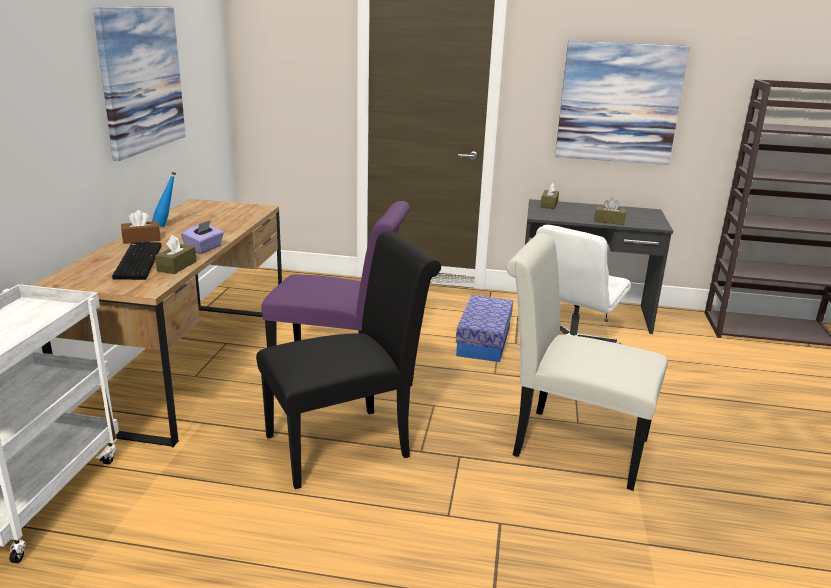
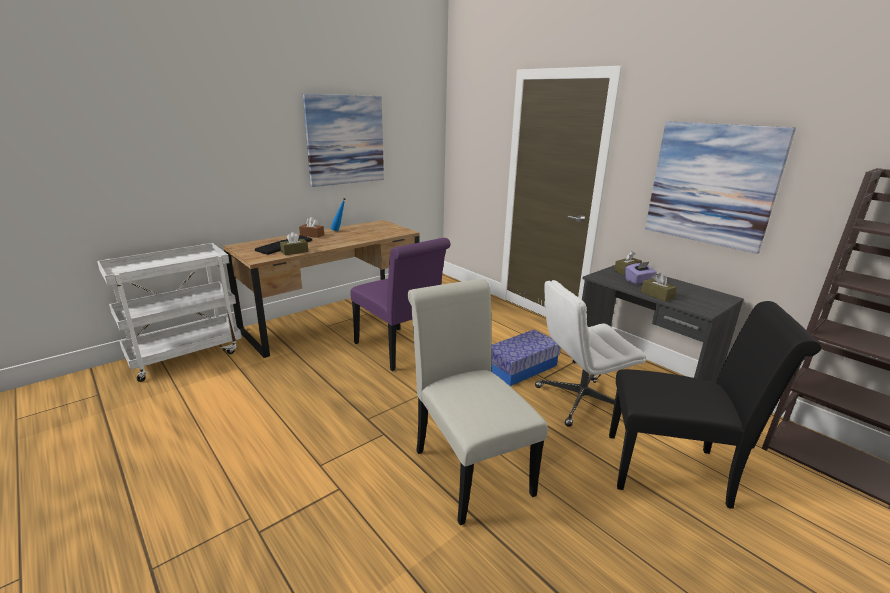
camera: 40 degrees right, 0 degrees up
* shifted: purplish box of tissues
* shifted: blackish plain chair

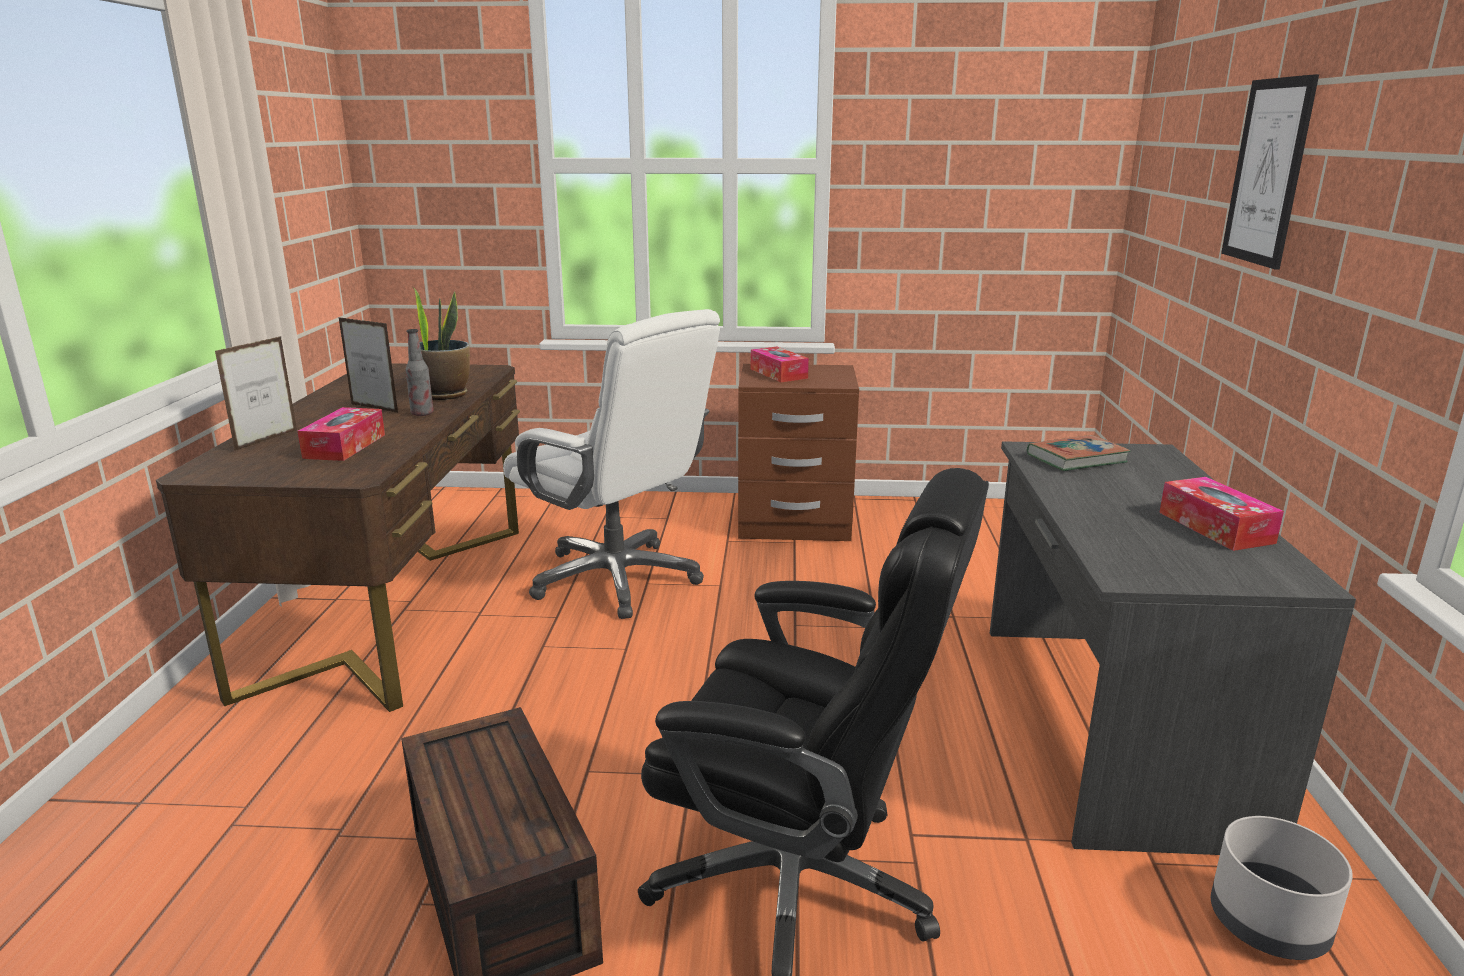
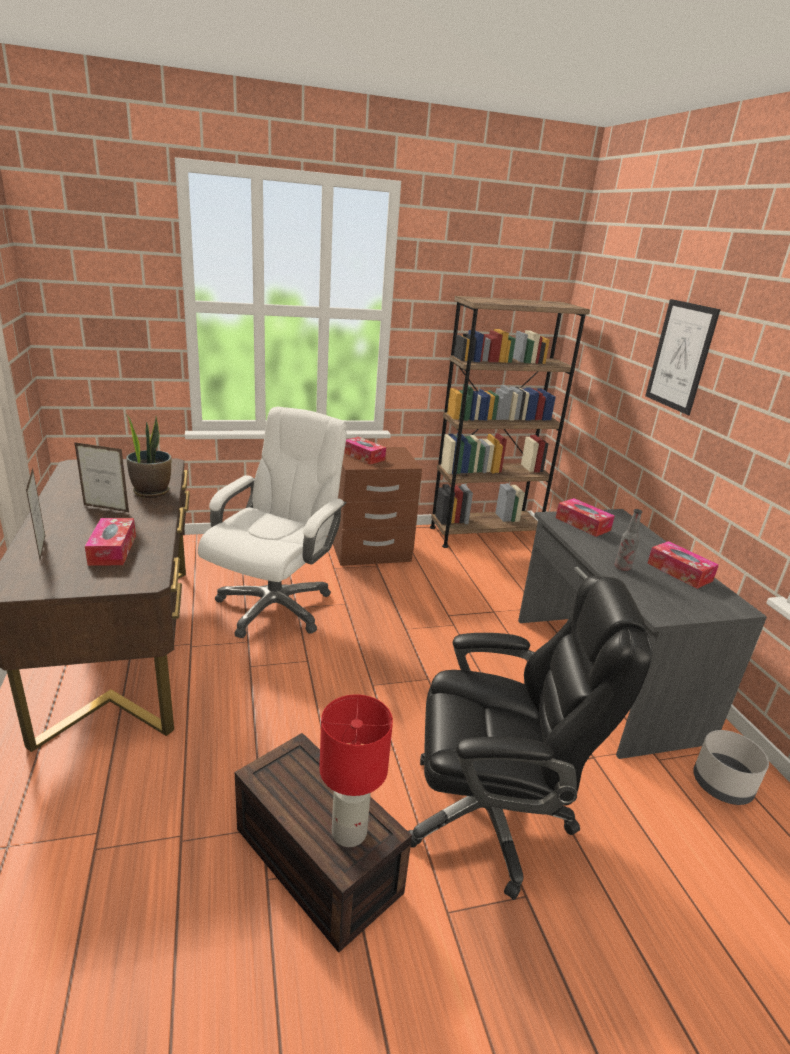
camera: 20 degrees left, 5 degrees up
* new: reddish table lamp
* new: brown bookshelf
* shifted: bottle
* swapped: volume to box of tissues (no. 3 from left)
* rotated: standing frame (no. 1 from left) 150 degrees clockwise
* rotated: white desk chair 90 degrees counterclockwise

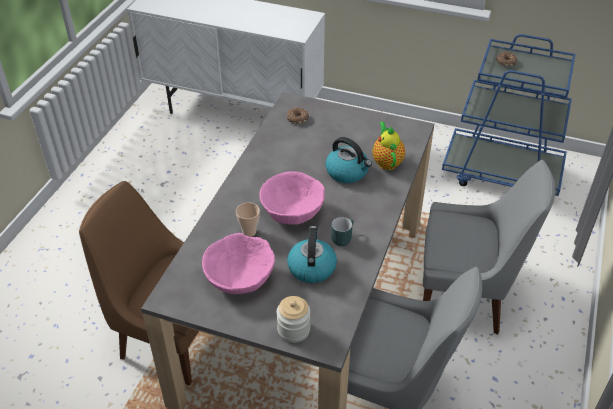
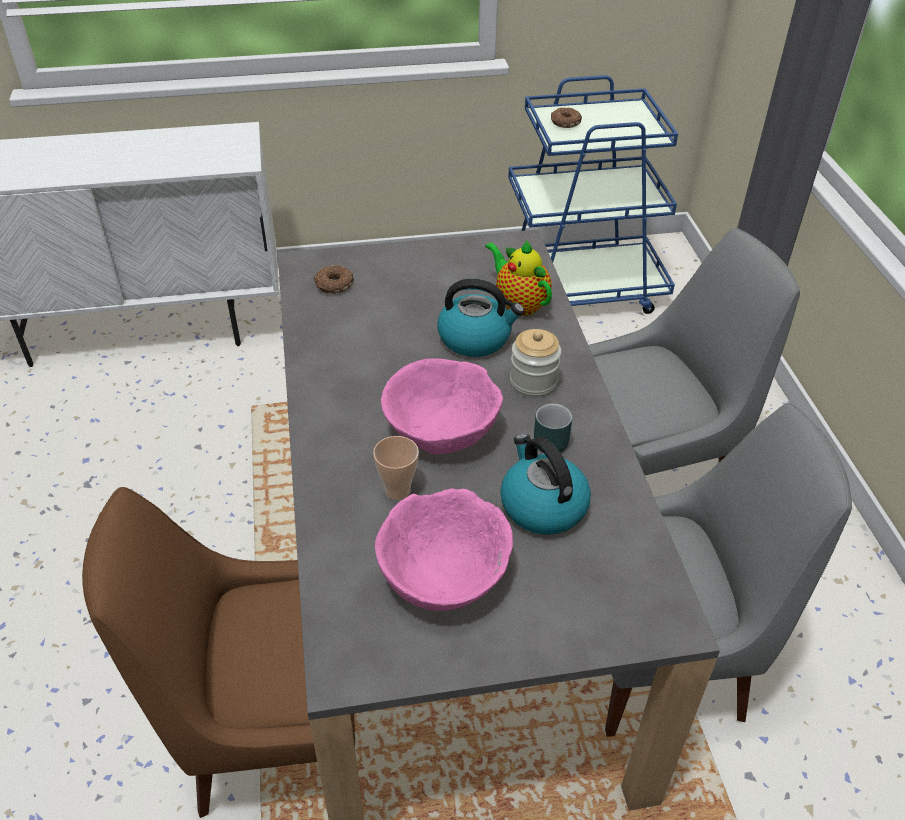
camera: 30 degrees left, 0 degrees up
* shifted: storage jar

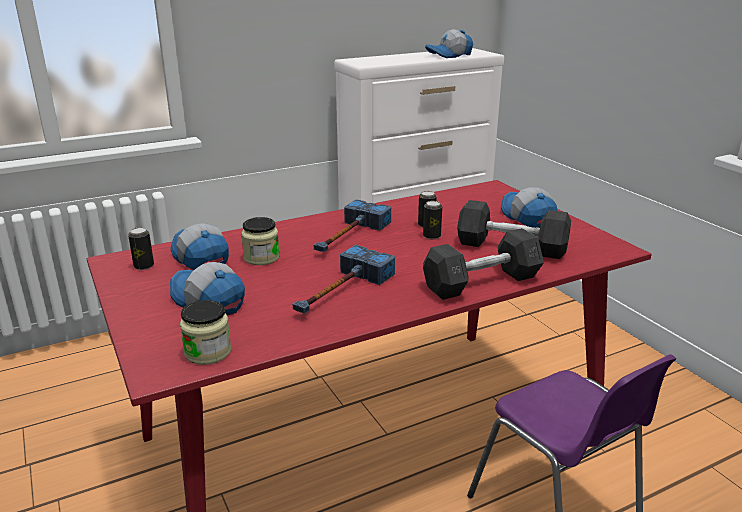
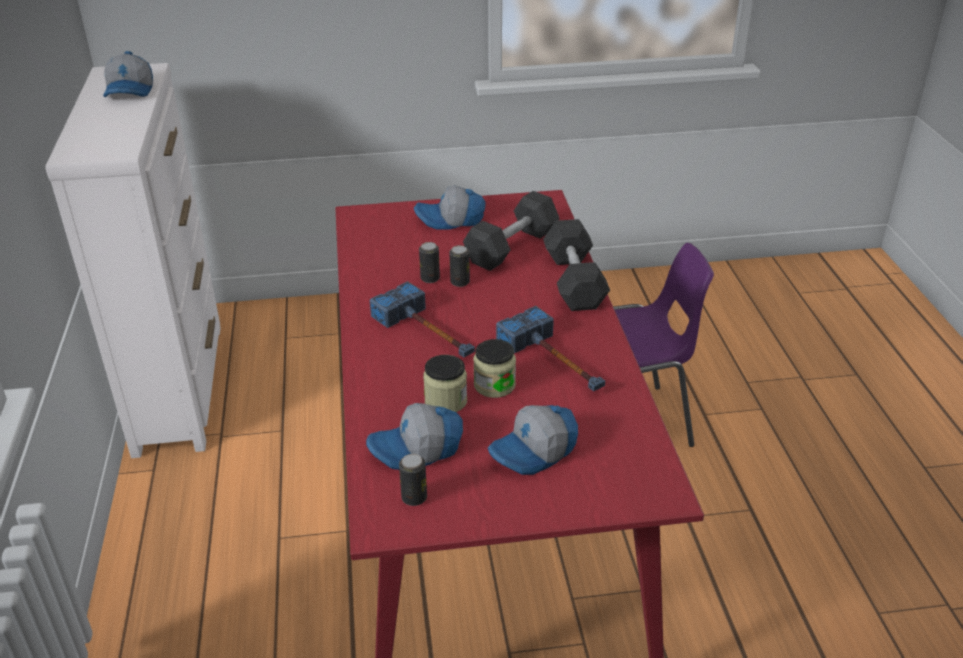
camera: 70 degrees left, 10 degrees up
* shifted: storage jar (no. 1 from left in the first image) to storage jar (no. 2 from left)

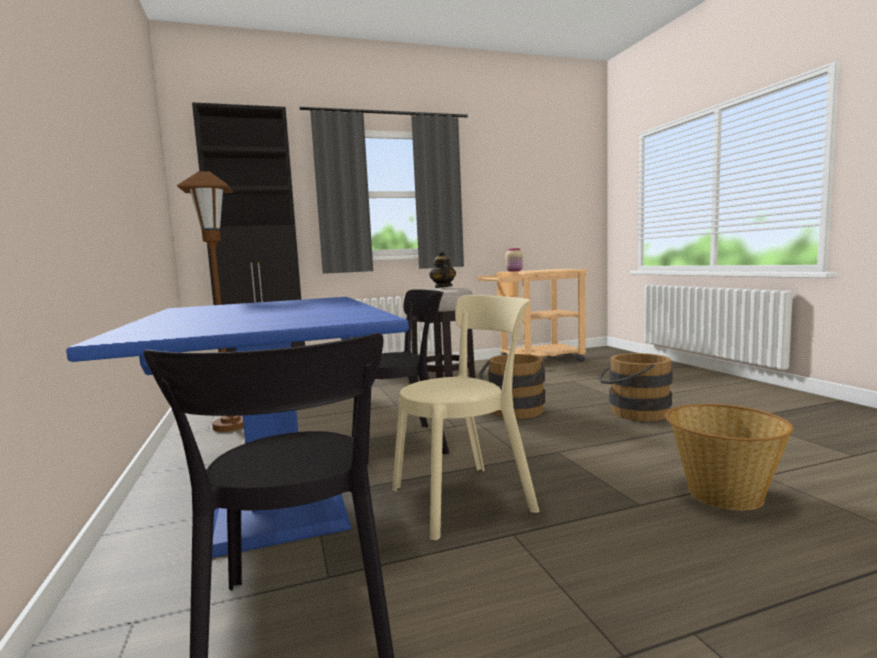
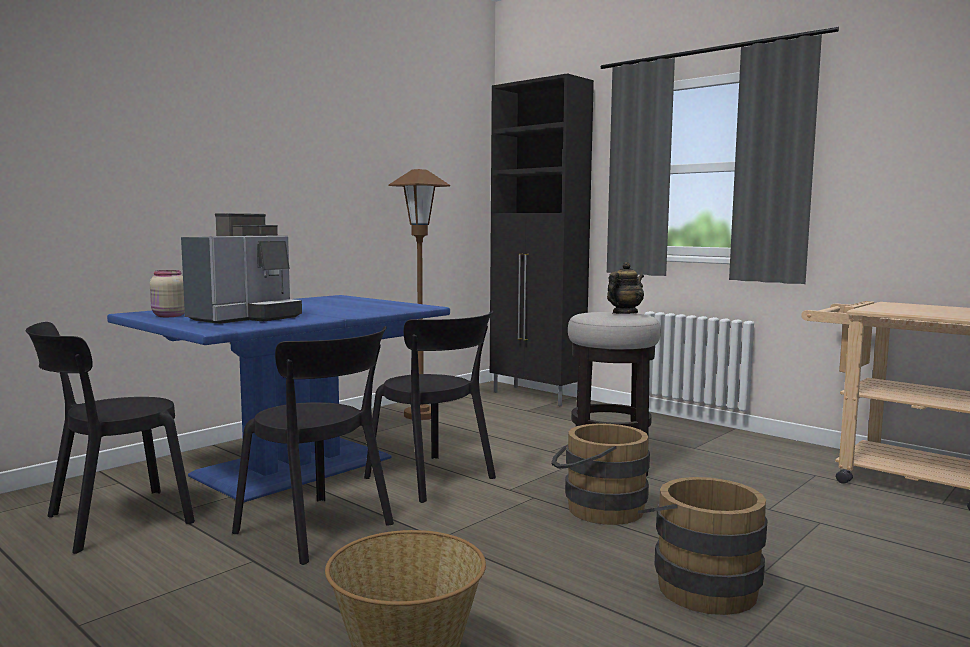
camera: 60 degrees right, 0 degrees up
* new: coffee machine
* shifted: sand-coloured storage jar
* repainted: sand-coloured plain chair to blackish plain chair (no. 2 from left)

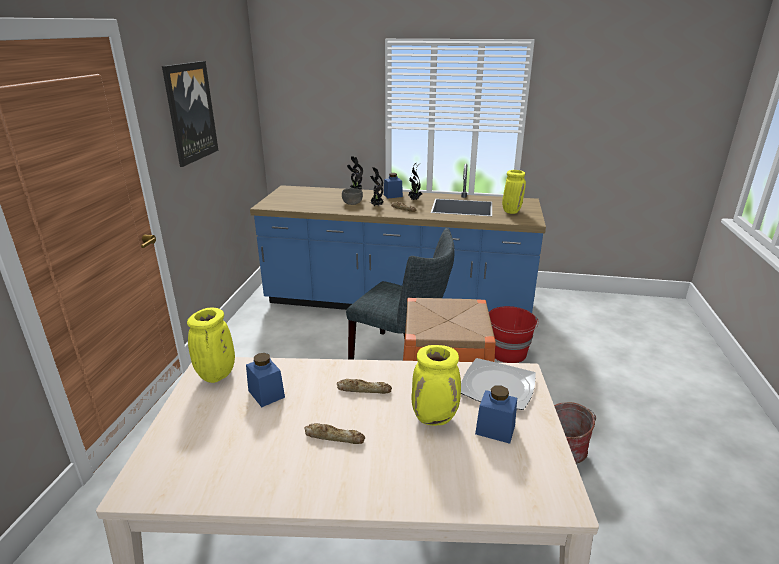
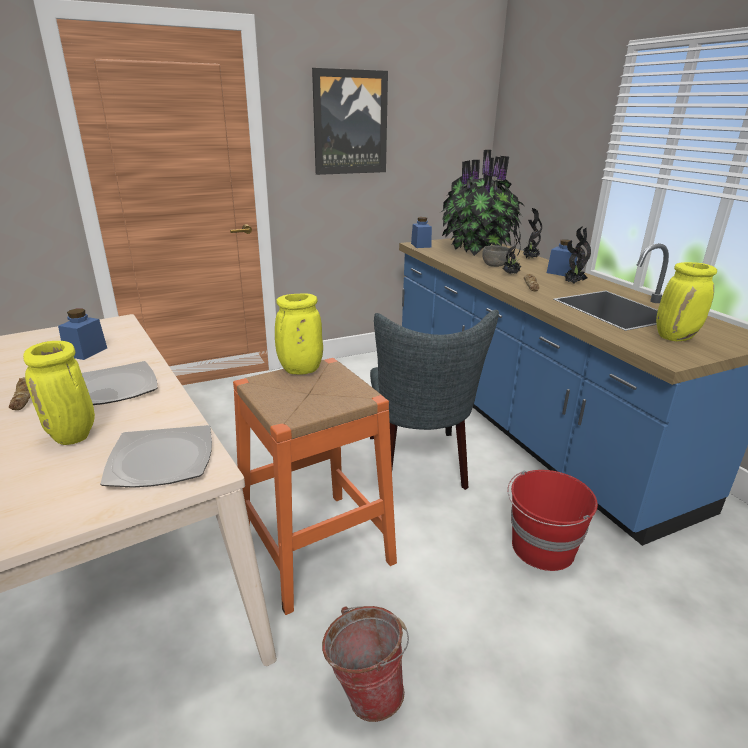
camera: 55 degrees right, 0 degrees up
* new: potted plant (no. 1 from left)
* shifted: yellowish vase (no. 1 from left in the first image) to yellowish vase (no. 2 from left)
* shifted: bluish storage jar (no. 3 from left in the first image) to bluish storage jar (no. 2 from left)
* swapped: bakery bread (no. 2 from left) to flat dish (no. 1 from left)

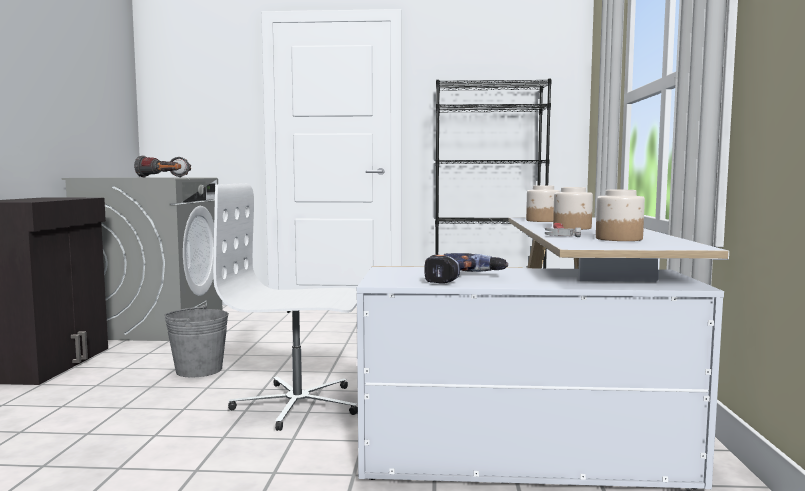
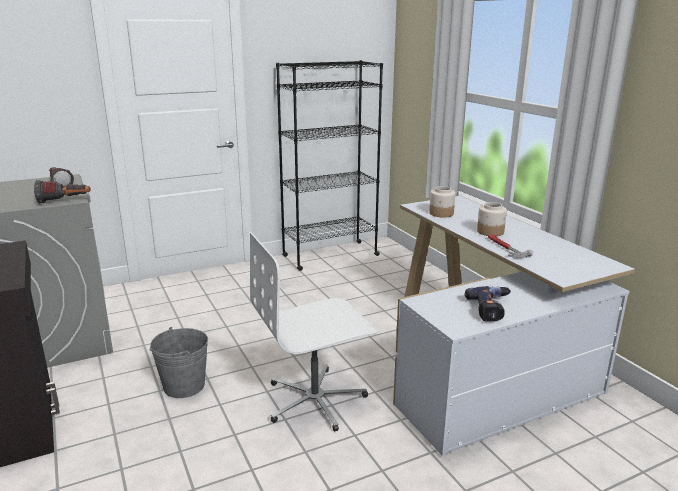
camera: 30 degrees left, 15 degrees up
* gone: storage jar (no. 3 from left)

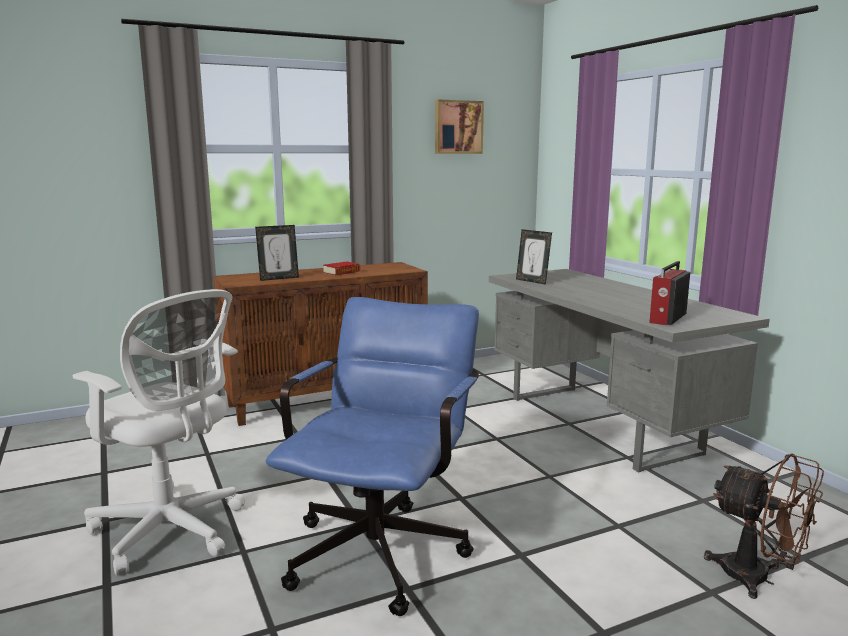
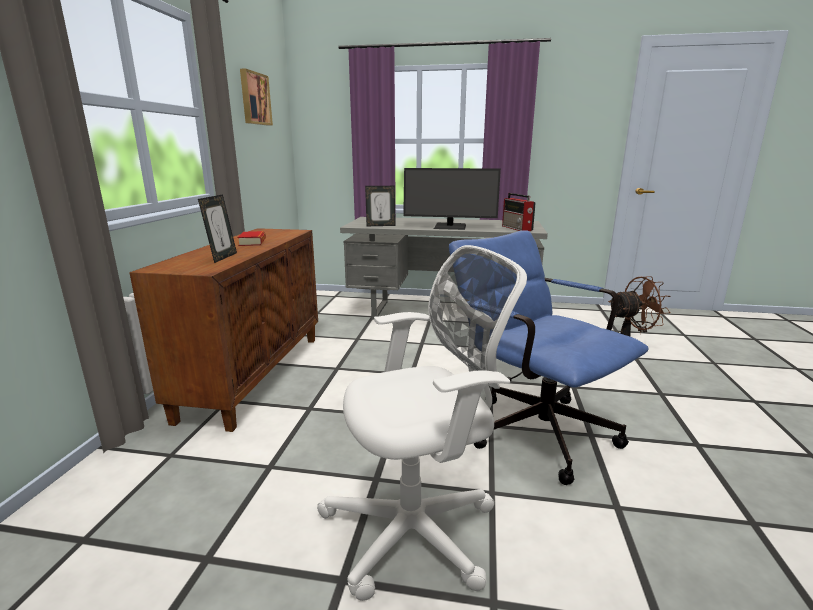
camera: 55 degrees left, 5 degrees up
* new: computer screen

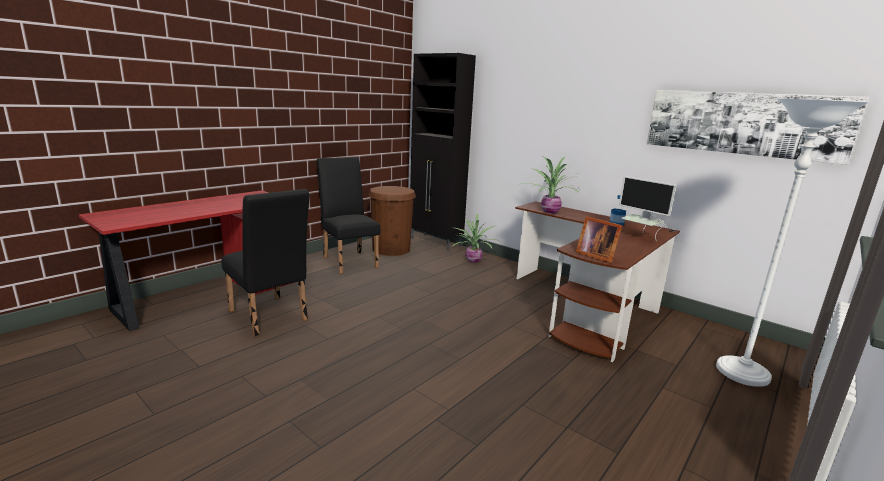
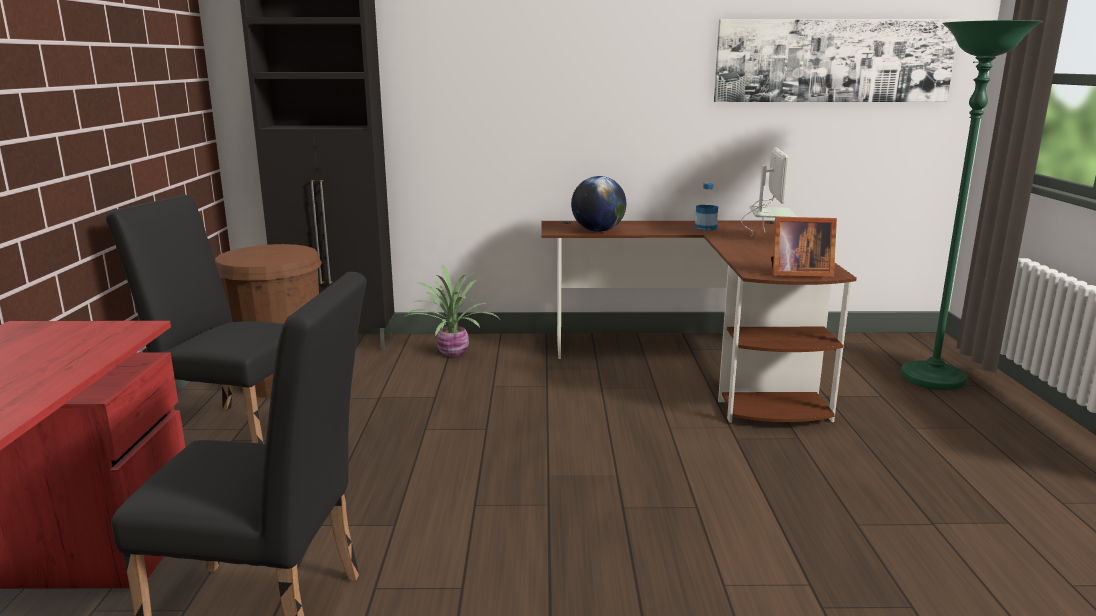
camera: 40 degrees left, 0 degrees up
* swapped: potted plant (no. 2 from left) to world globe
* repainted: white floor lamp to greenish floor lamp
* rotated: computer screen 90 degrees counterclockwise

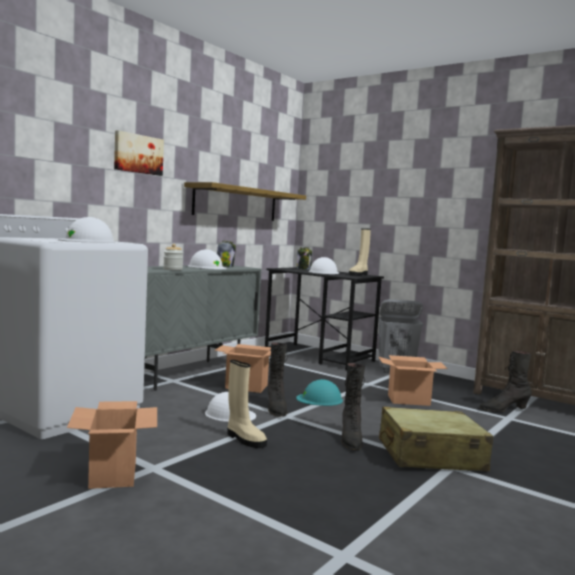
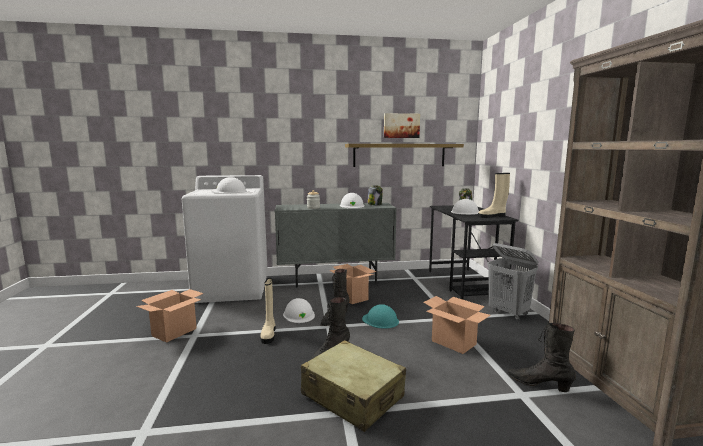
camera: 45 degrees right, 5 degrees up
* shifted: wall art

